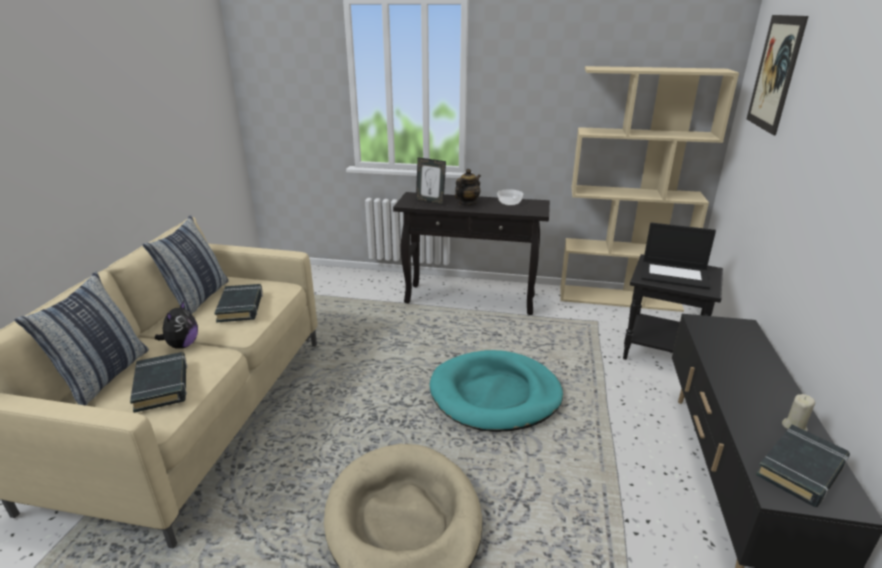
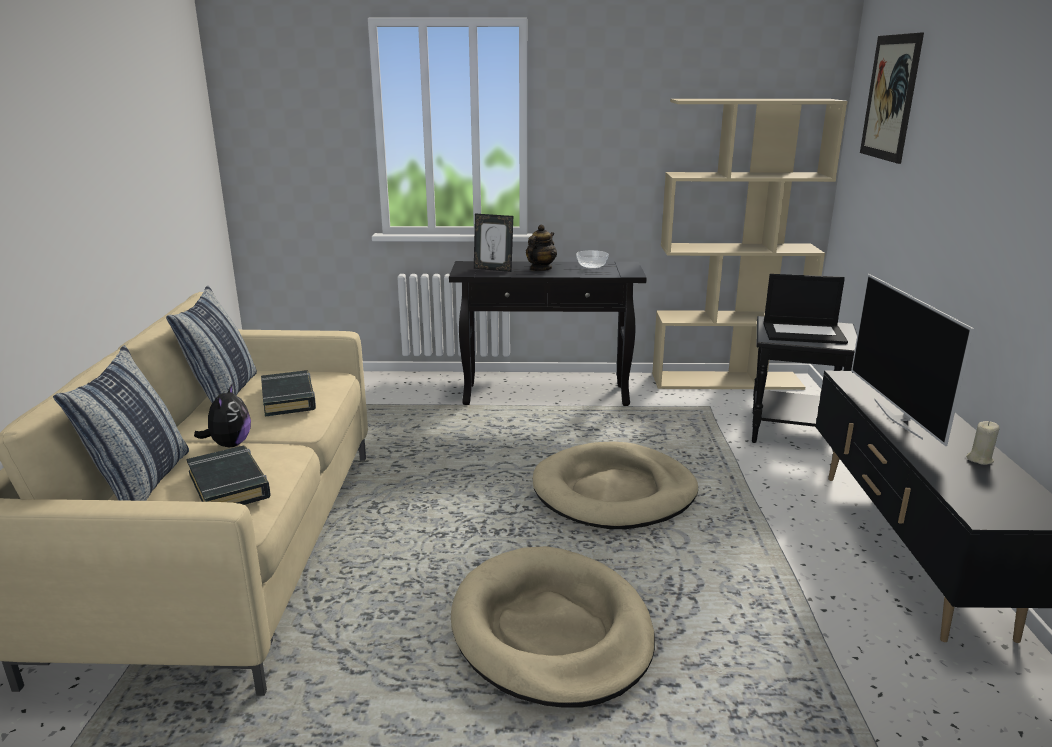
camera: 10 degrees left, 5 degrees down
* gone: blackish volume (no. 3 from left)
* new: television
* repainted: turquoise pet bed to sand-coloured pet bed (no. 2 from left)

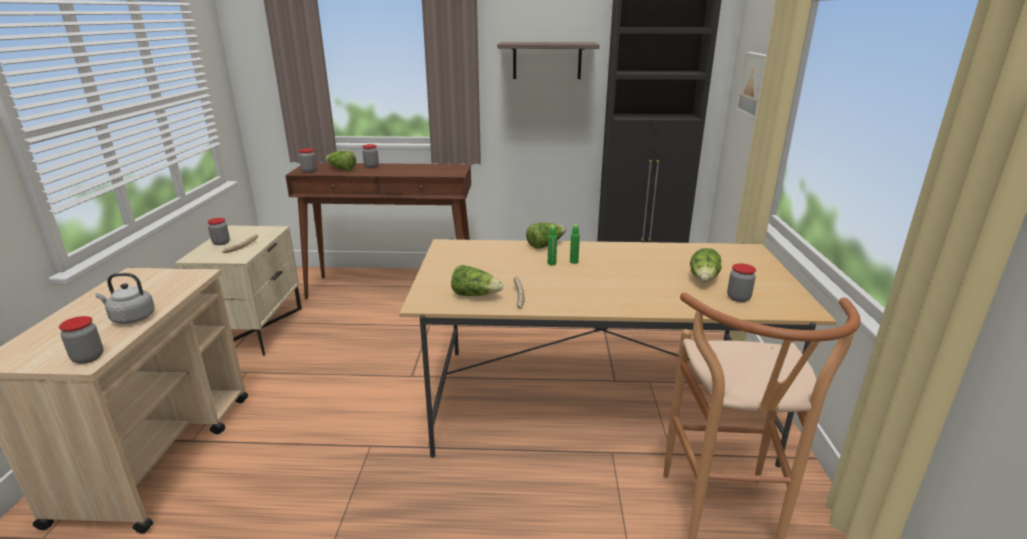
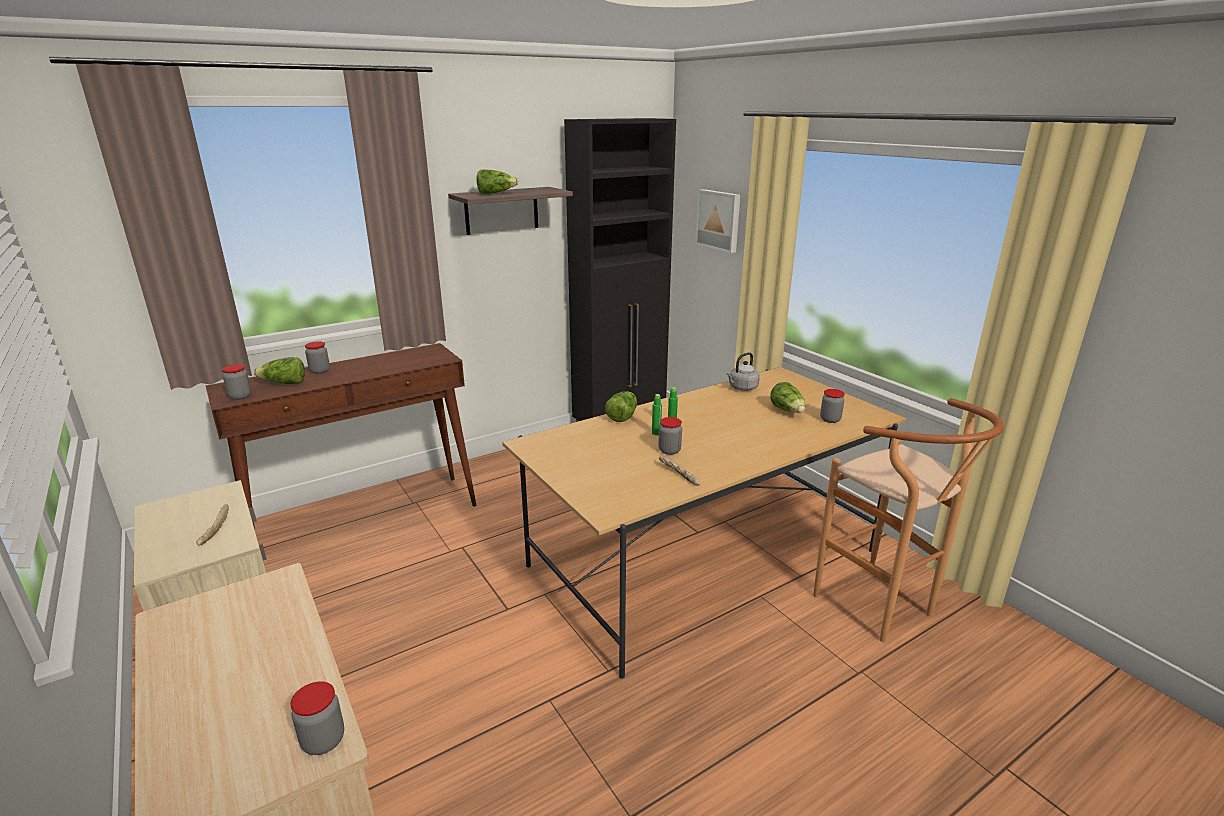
camera: 35 degrees left, 0 degrees up
* shifted: greyish tea kettle
* shifted: storage jar (no. 2 from left in the first image) to storage jar (no. 4 from left)
* shifted: lettuce (no. 2 from left)

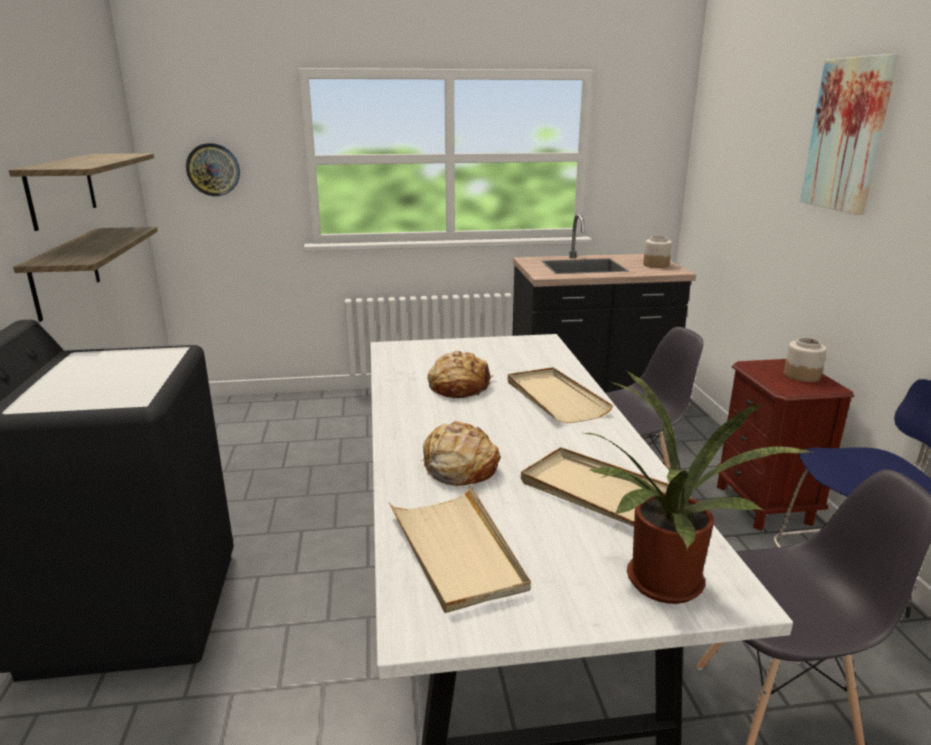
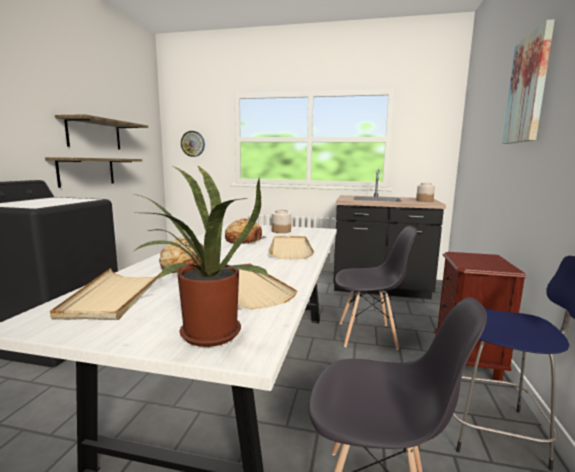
camera: 20 degrees right, 10 degrees down
* shifted: storage jar (no. 2 from left in the first image) to storage jar (no. 1 from left)

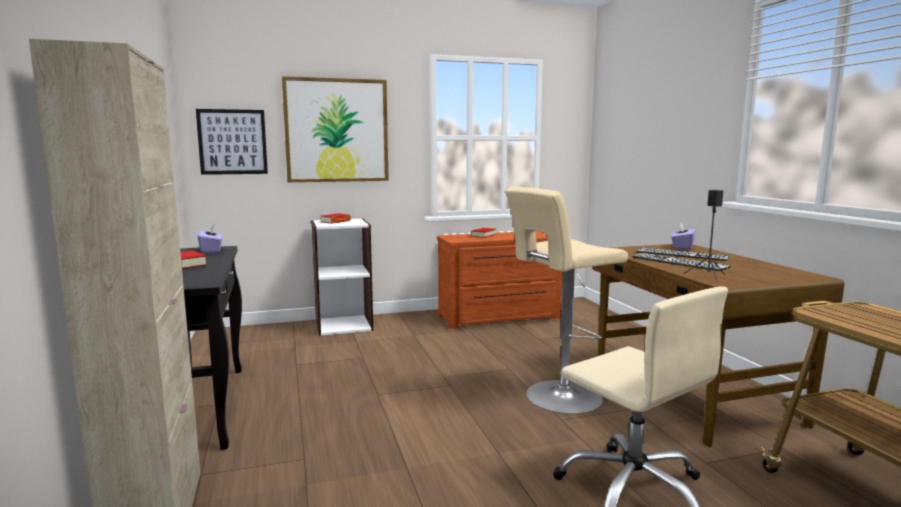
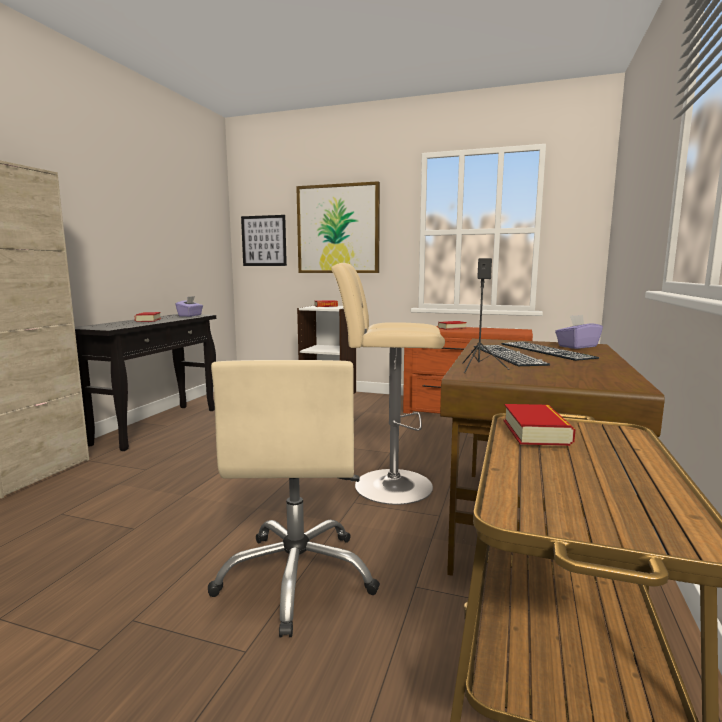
camera: 35 degrees right, 0 degrees up
* new: volume (no. 4 from left)

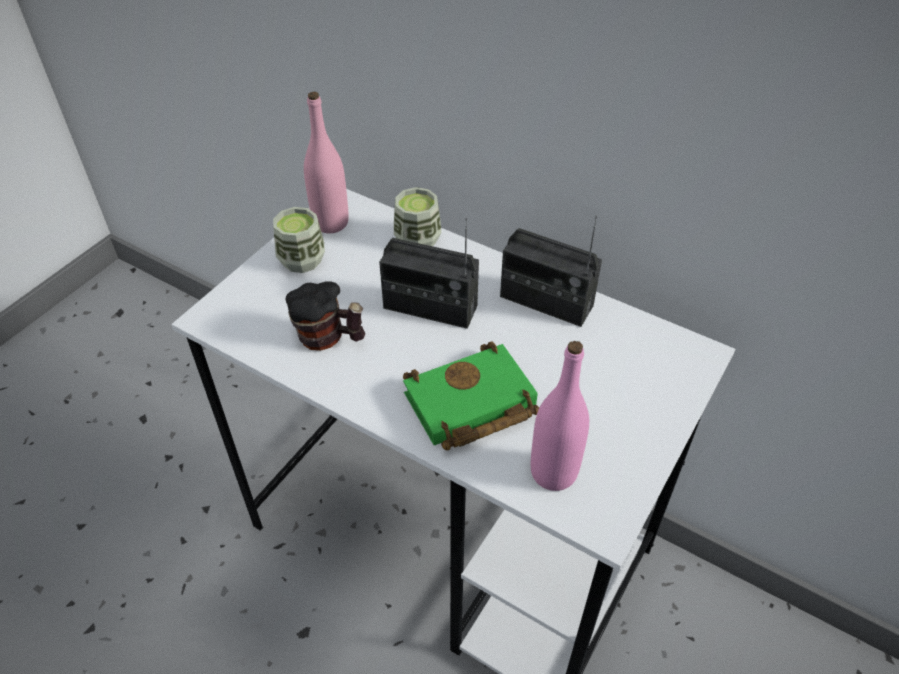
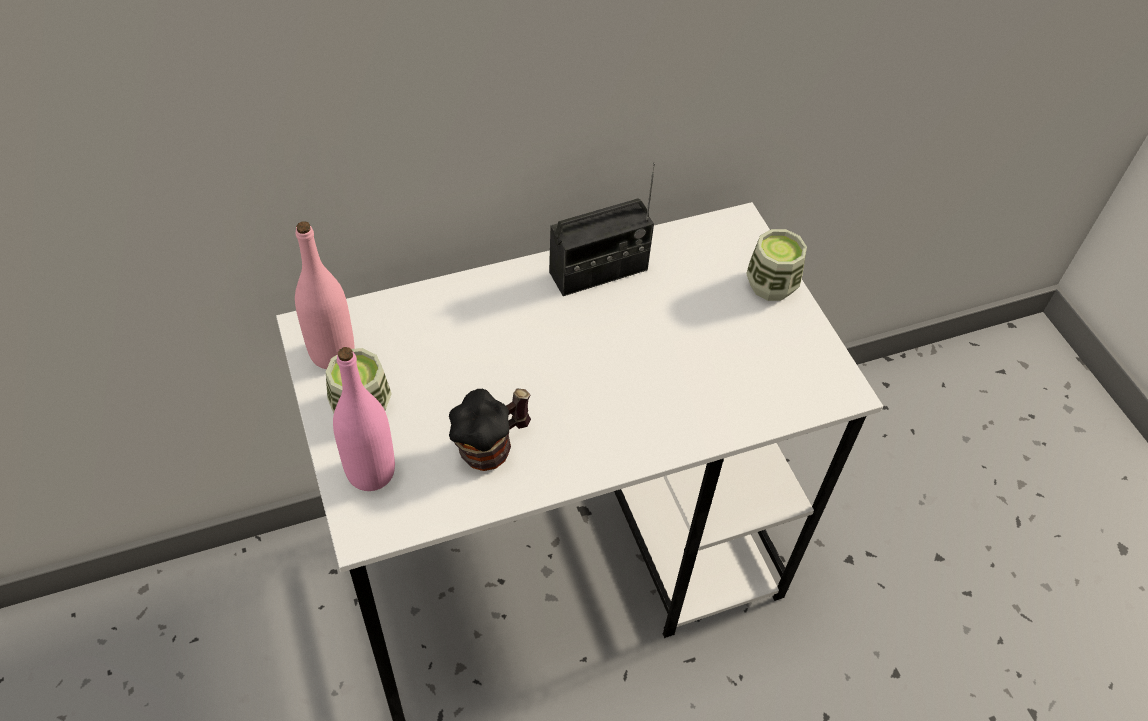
camera: 55 degrees left, 5 degrees up
* gone: radio (no. 1 from left)
* gone: greenish volume
* shifted: cup (no. 2 from left)
* shifted: pink-coloured bottle (no. 2 from left)

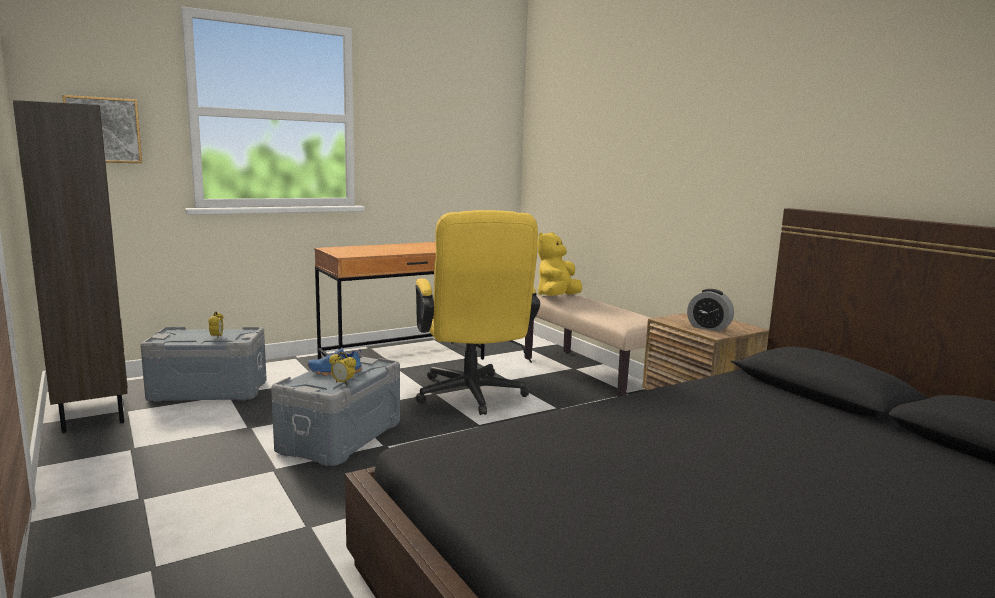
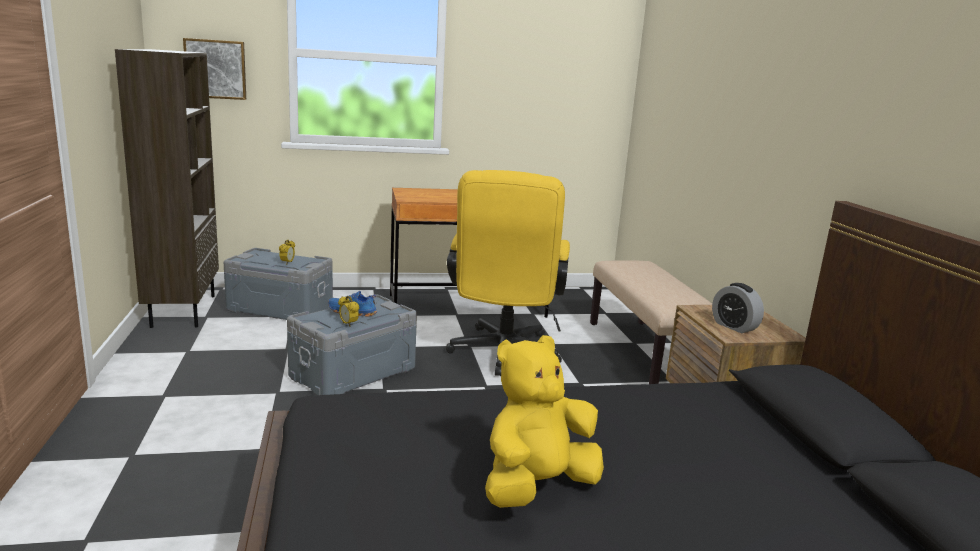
camera: 20 degrees right, 5 degrees up
* shifted: yellowish cuddly toy

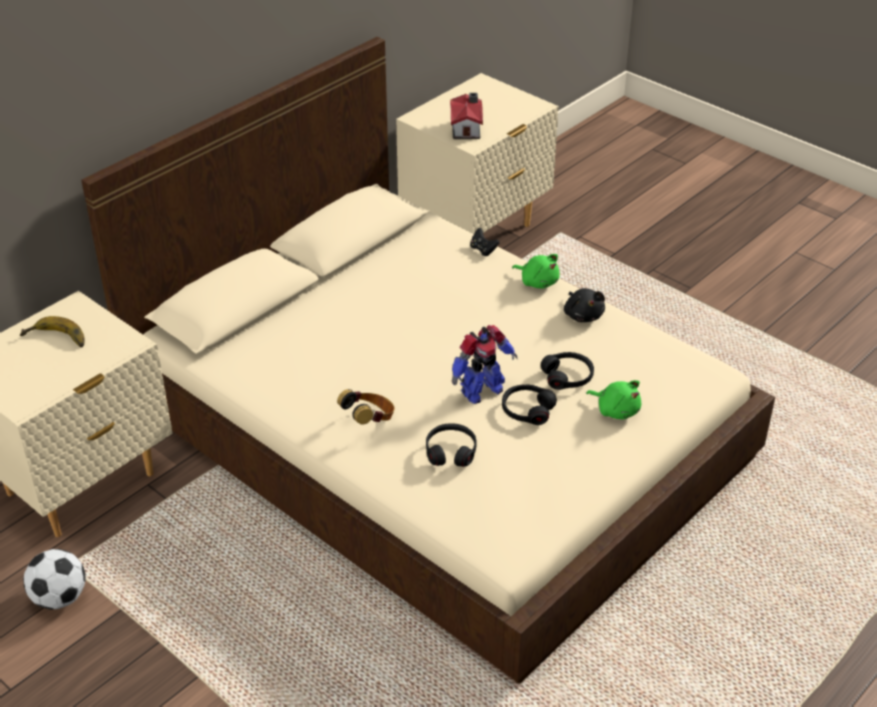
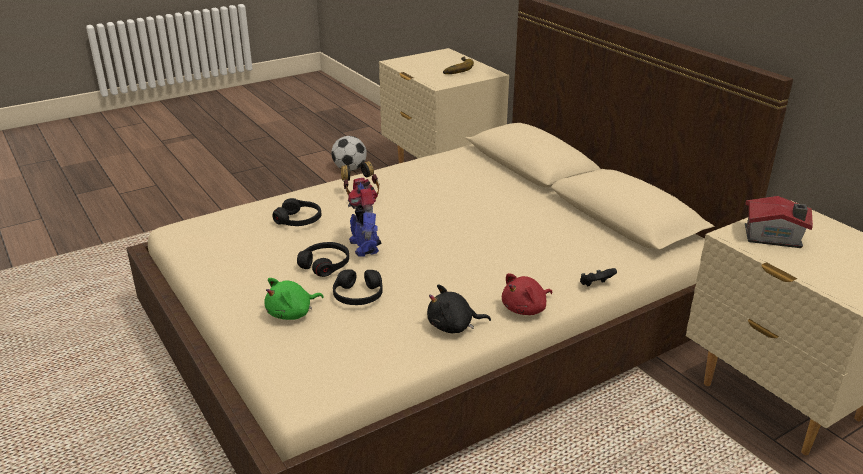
camera: 105 degrees right, 10 degrees down
* repainted: greenish cuddly toy (no. 1 from left) to reddish cuddly toy

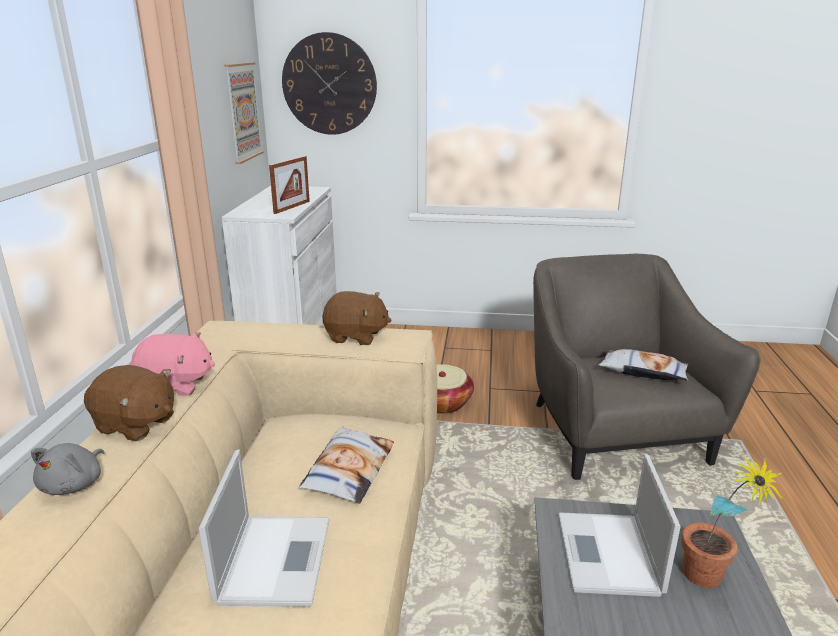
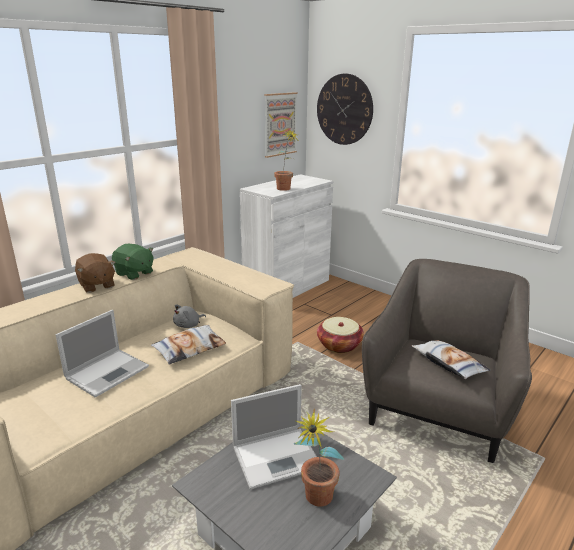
camera: 35 degrees right, 0 degrees up
* gone: brown cuddly toy (no. 2 from left)
* shifted: greyish cuddly toy
* swapped: standing frame to potted plant (no. 1 from left)
* repainted: pink-coloured cuddly toy to greenish cuddly toy
* rotated: laptop (no. 2 from left) 150 degrees counterclockwise

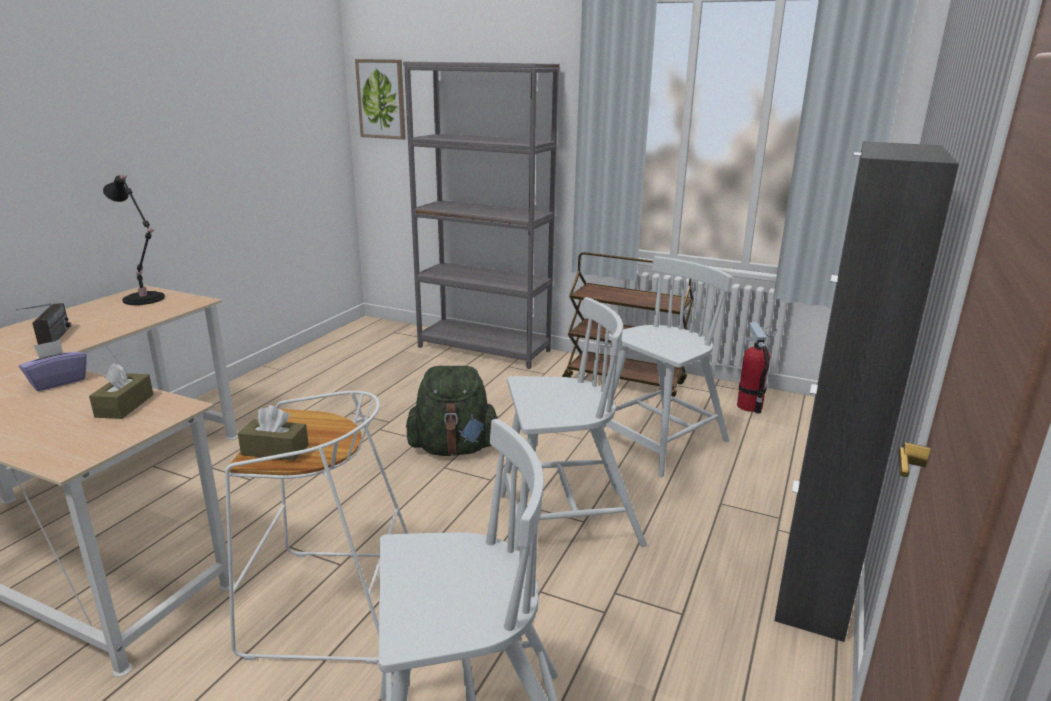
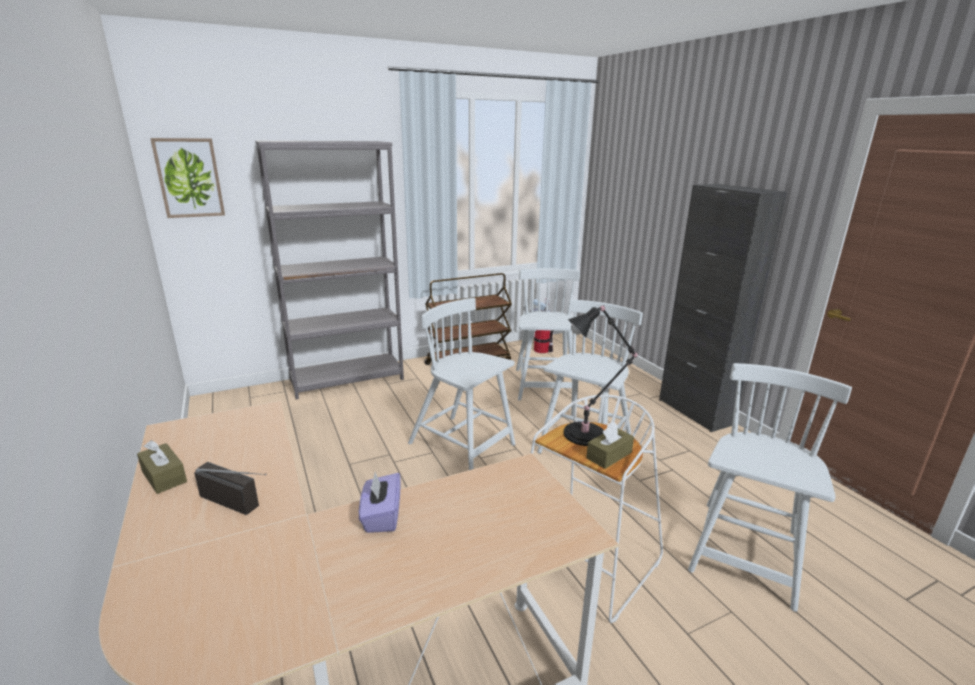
camera: 50 degrees left, 0 degrees up
* shifted: brown box of tissues (no. 1 from left)
* shifted: blackish table lamp
* swapped: greenish knapsack to white plain chair (no. 1 from left)

